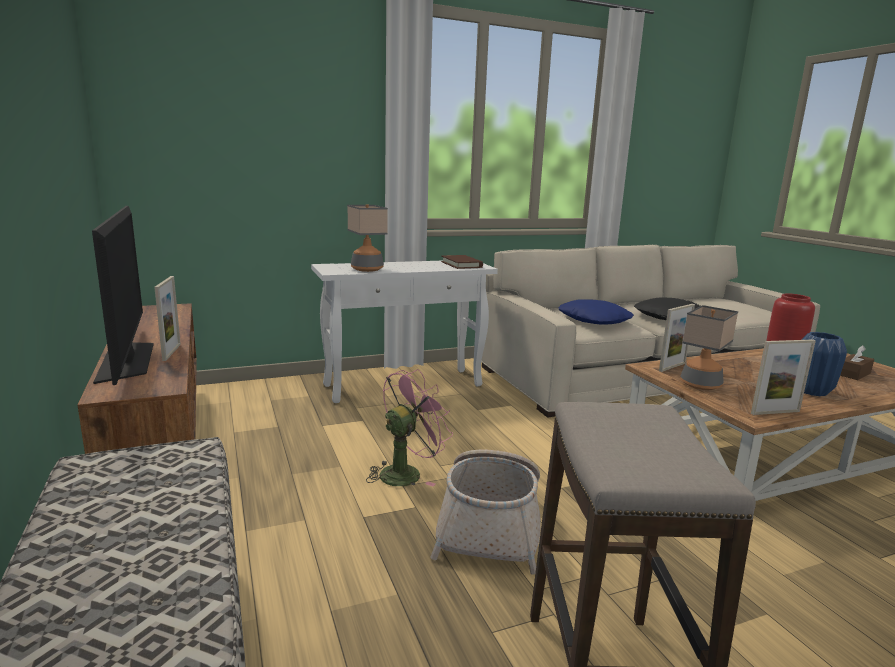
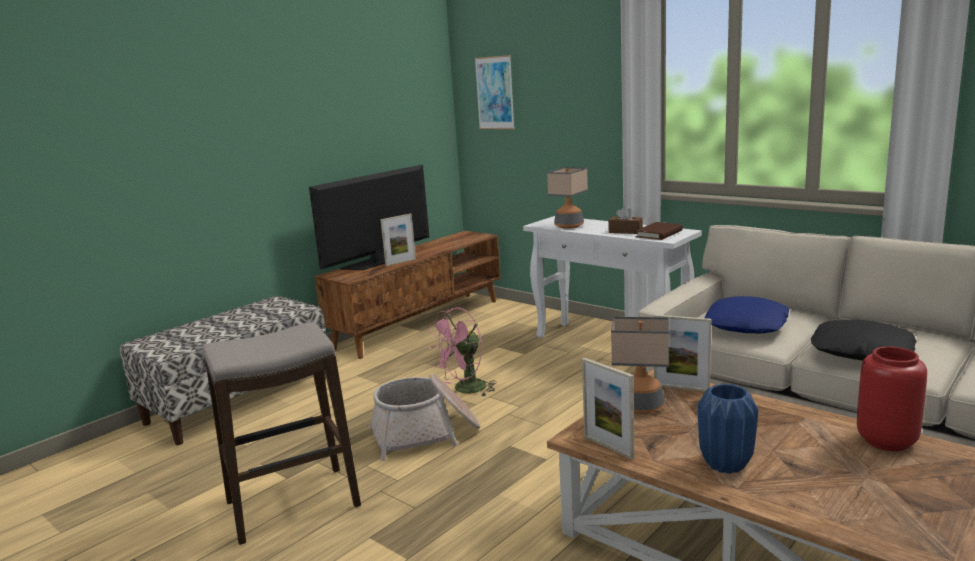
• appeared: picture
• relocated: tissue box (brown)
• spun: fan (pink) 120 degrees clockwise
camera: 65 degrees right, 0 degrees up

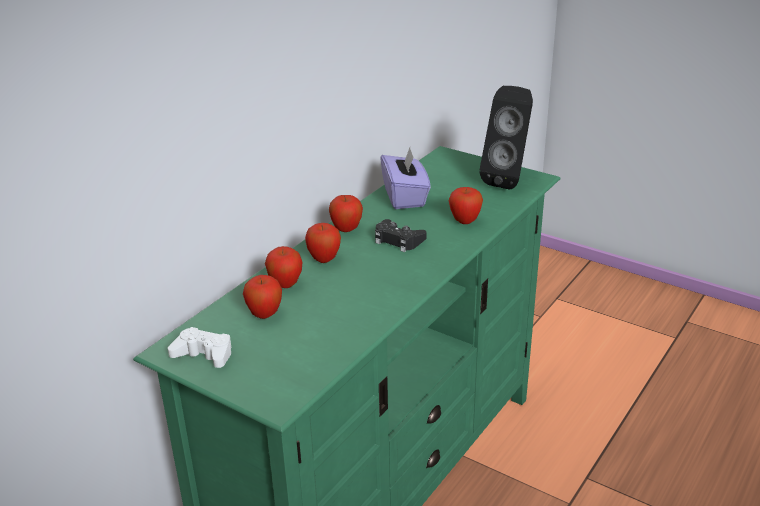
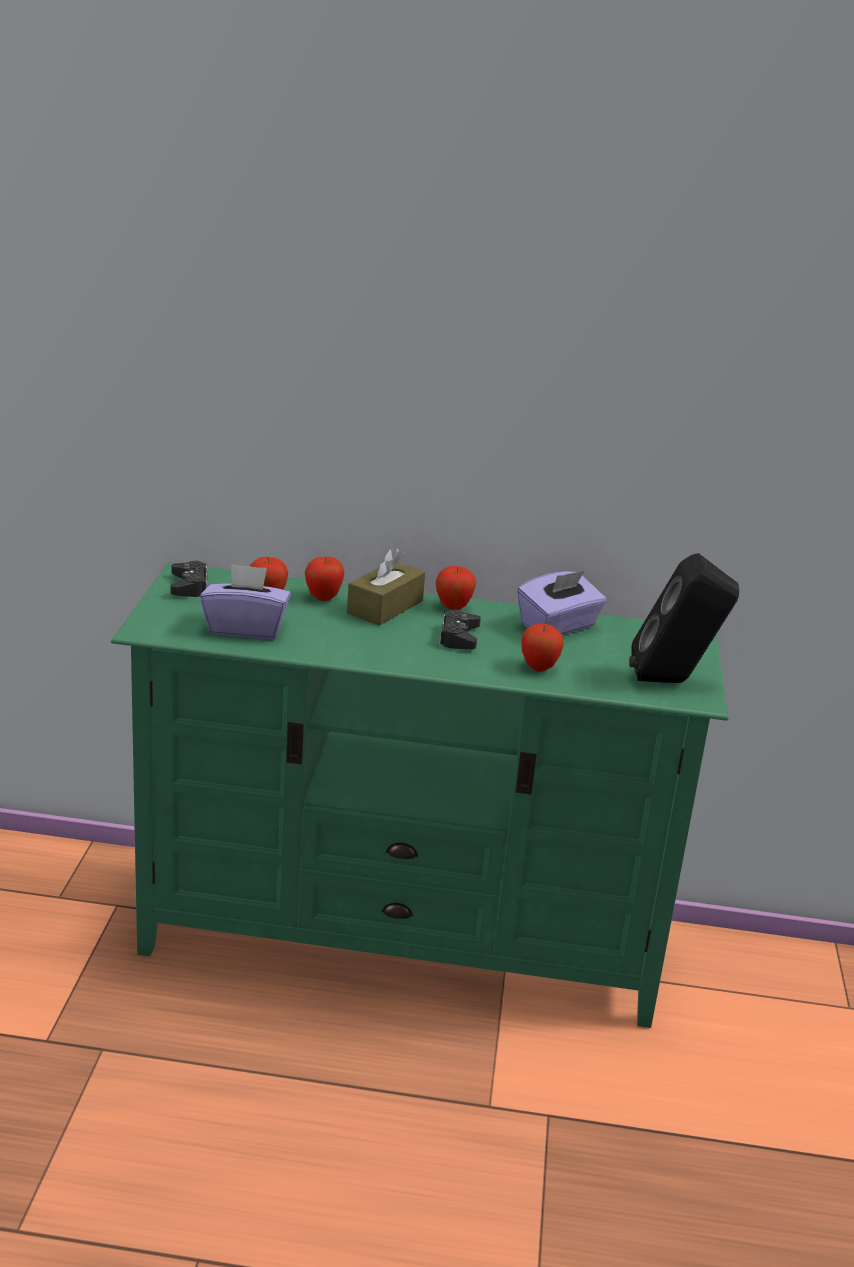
• appeared: tissue box (purple) (no. 1 from left)
• exchanged: apple (no. 3 from left) to tissue box (brown)
• colour: game controller (white) to game controller (black) (no. 1 from left)
camera: 60 degrees right, 5 degrees down

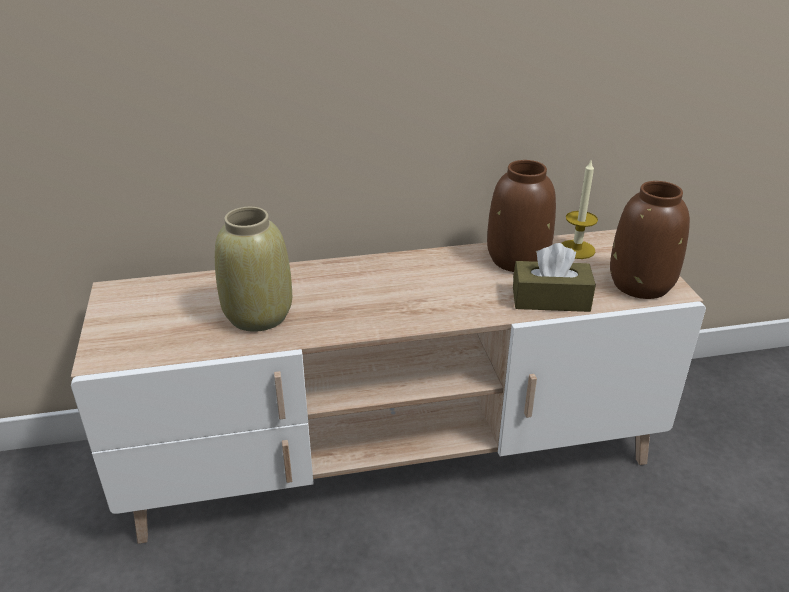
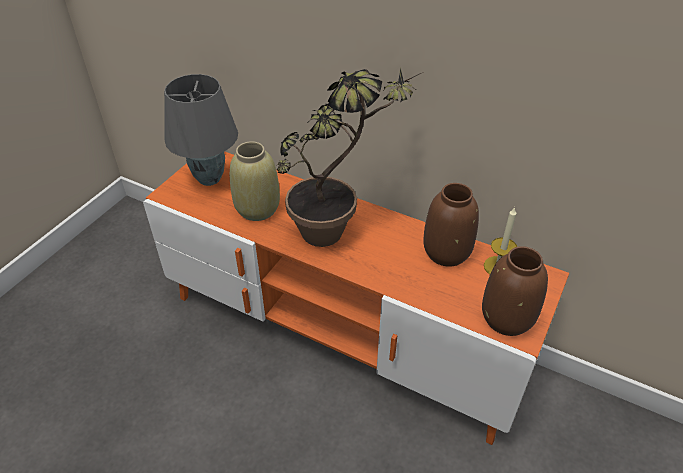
• missing: tissue box (brown)
• appeared: table lamp (grey)
• appeared: potted plant
• colour: tv stand (beige) to tv stand (orange)
camera: 40 degrees right, 10 degrees up

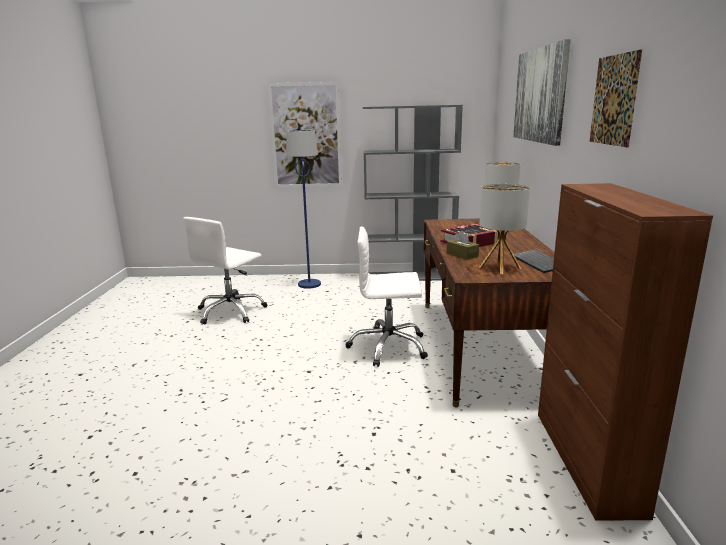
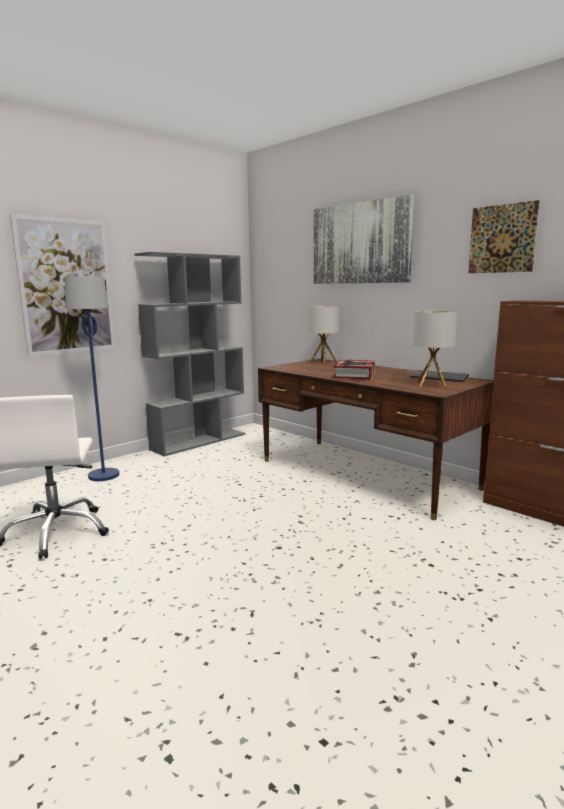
• missing: office chair (white) (no. 2 from left)
• missing: tissue box (brown)
camera: 45 degrees left, 5 degrees down

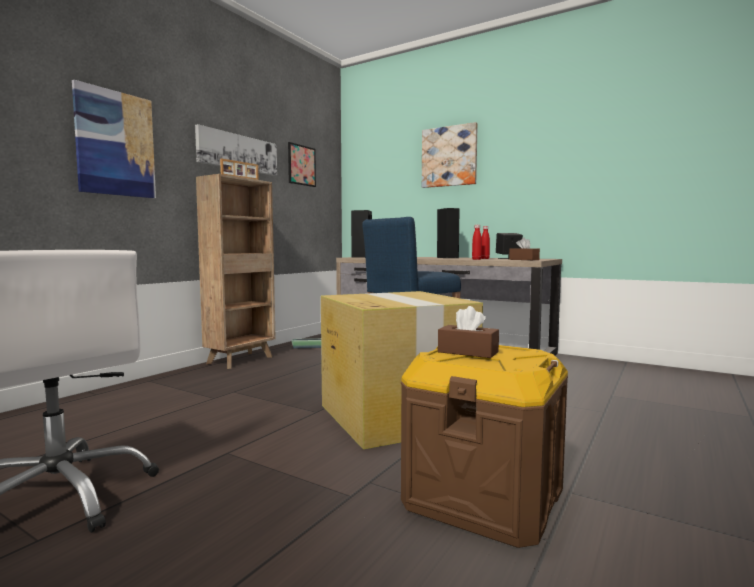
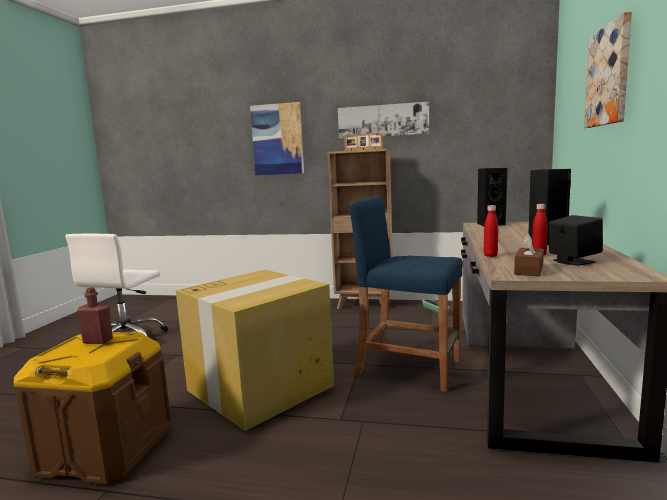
• missing: picture (no. 3 from left)
• exchanged: tissue box (brown) (no. 1 from left) to bottle (red) (no. 1 from left)
camera: 70 degrees right, 5 degrees up

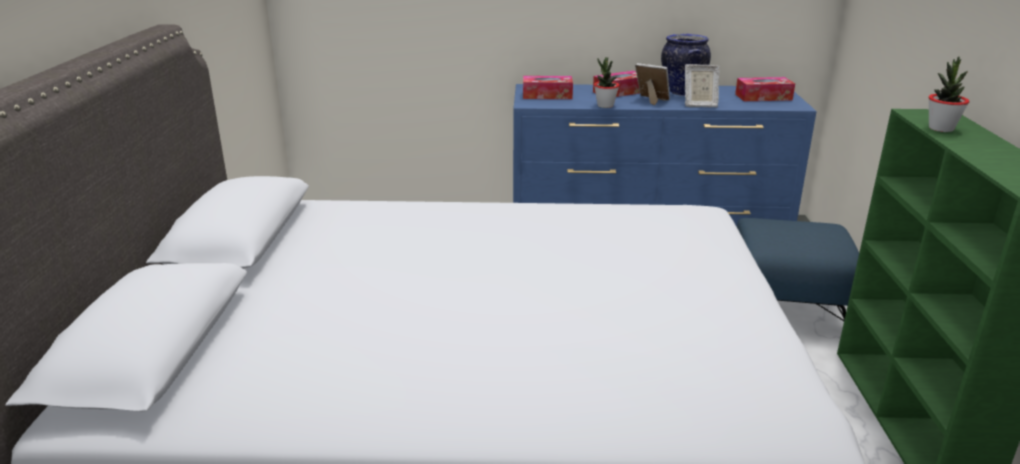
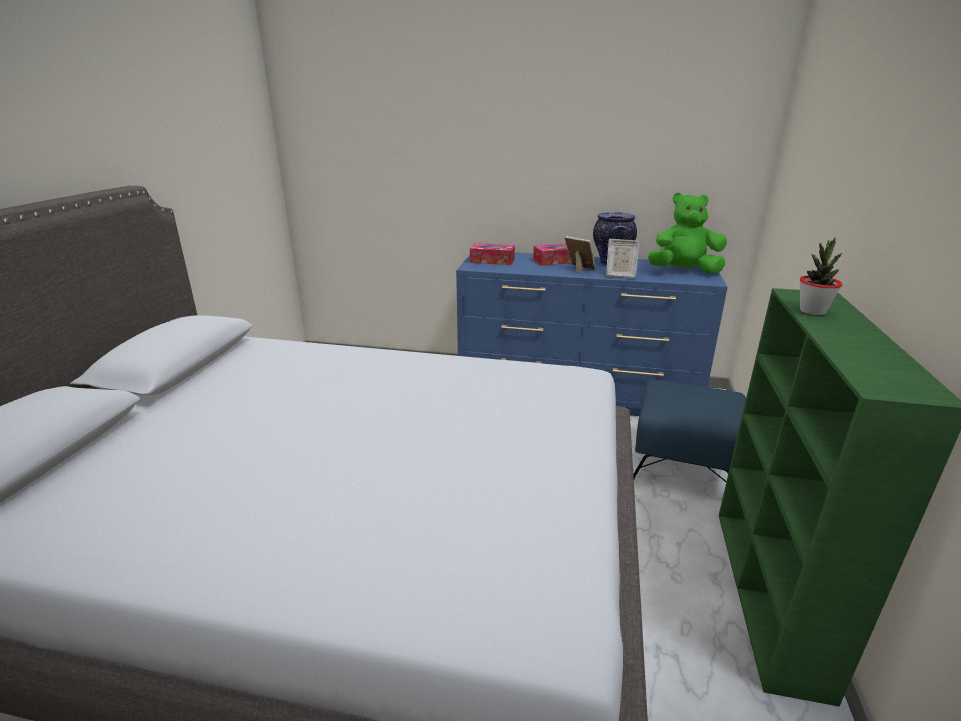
• missing: potted plant (no. 1 from left)
• exchanged: tissue box (no. 3 from left) to plush toy (green)
camera: 10 degrees right, 0 degrees up

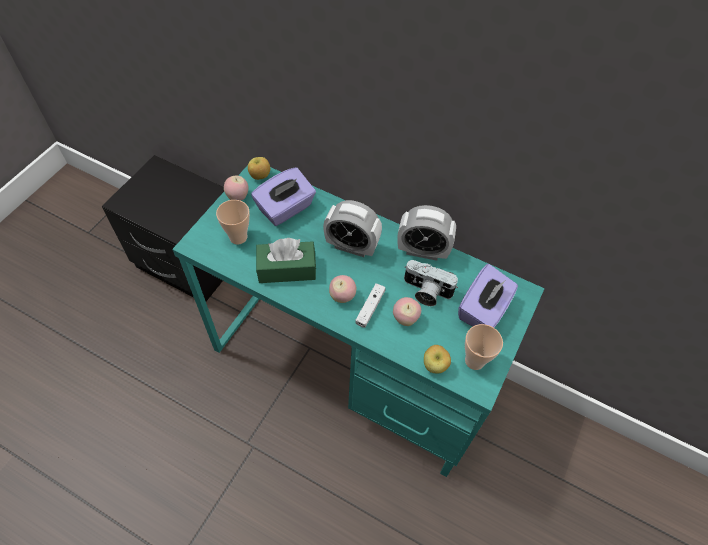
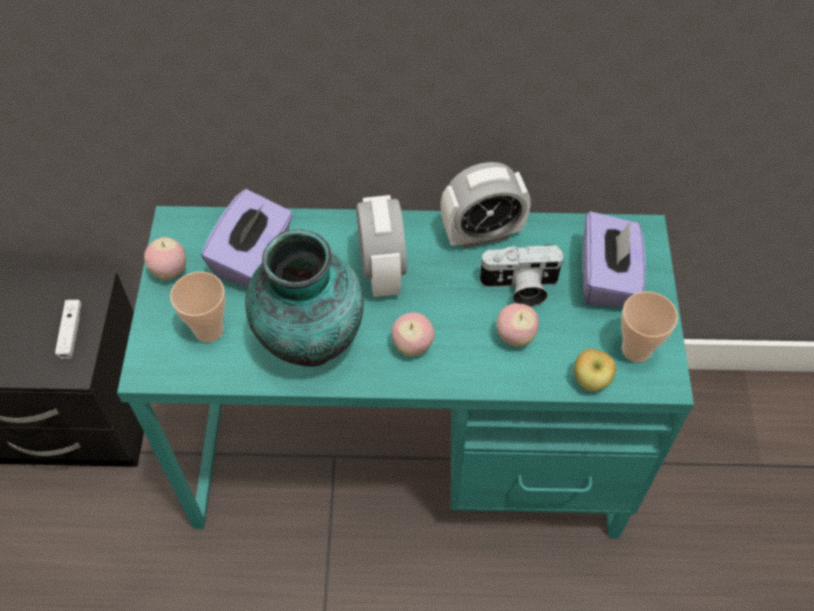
• missing: apple (no. 2 from left)
• relocated: game controller (white)
• exchanged: tissue box (green) to vase
• spun: alarm clock (no. 1 from left) 90 degrees counterclockwise
camera: 25 degrees left, 0 degrees up

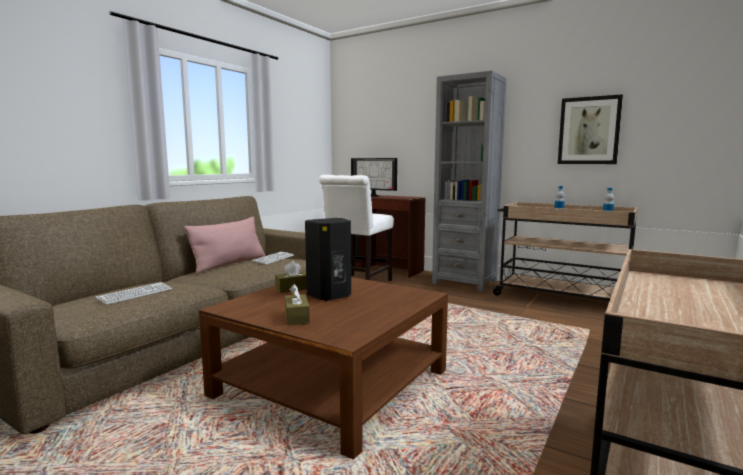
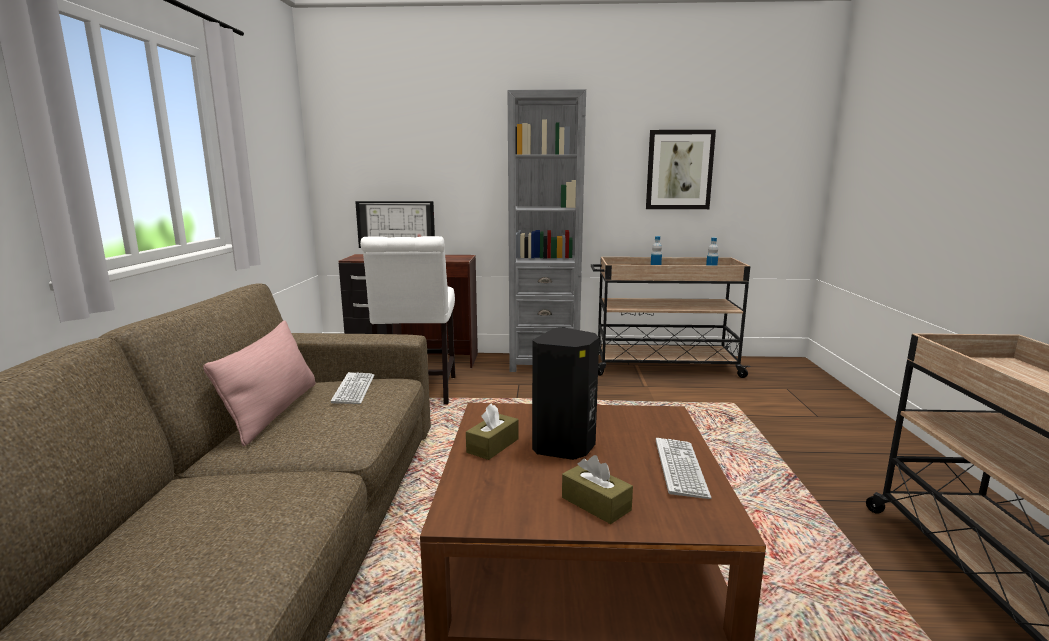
• relocated: keyboard (no. 1 from left in the first image) to keyboard (no. 2 from left)
camera: 30 degrees left, 5 degrees up

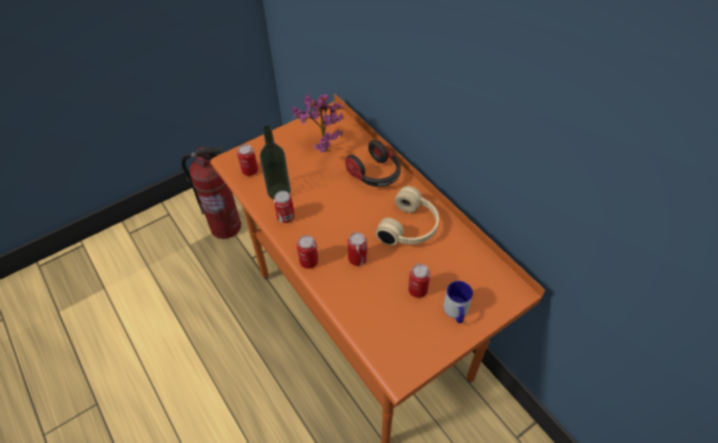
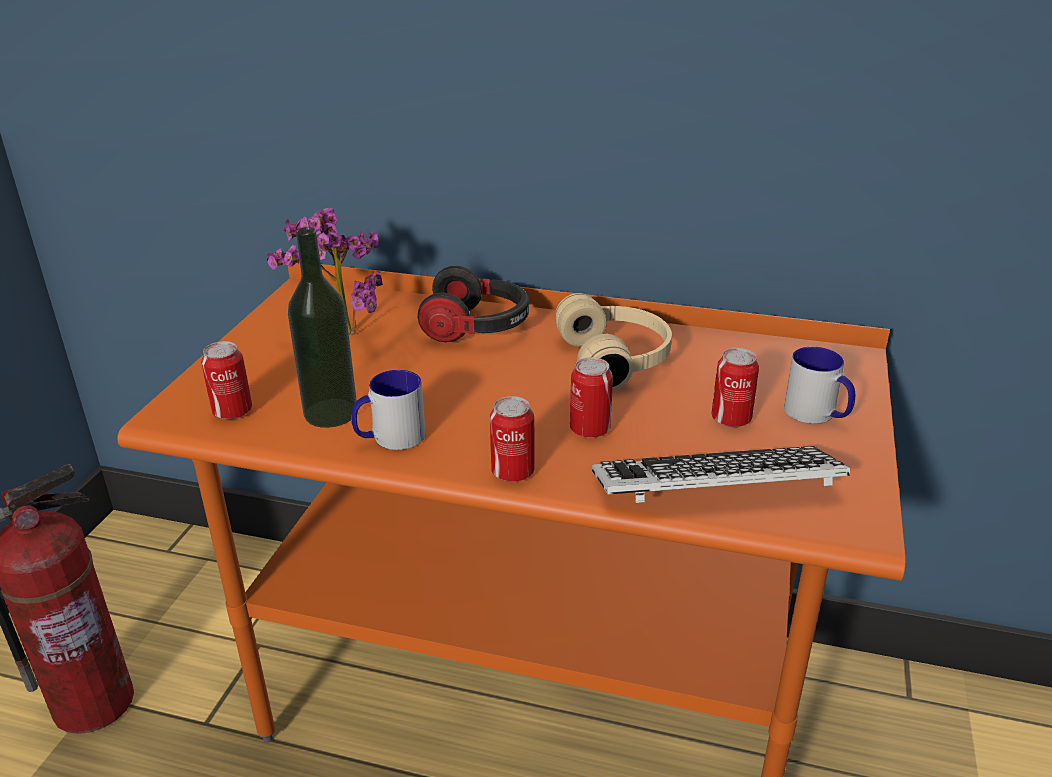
• appeared: keyboard
• exchanged: can (no. 2 from left) to mug (no. 1 from left)
camera: 40 degrees left, 20 degrees down

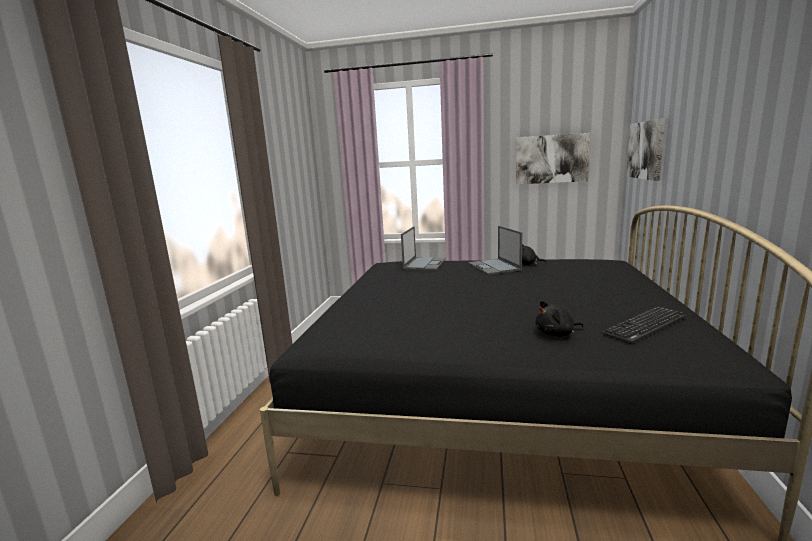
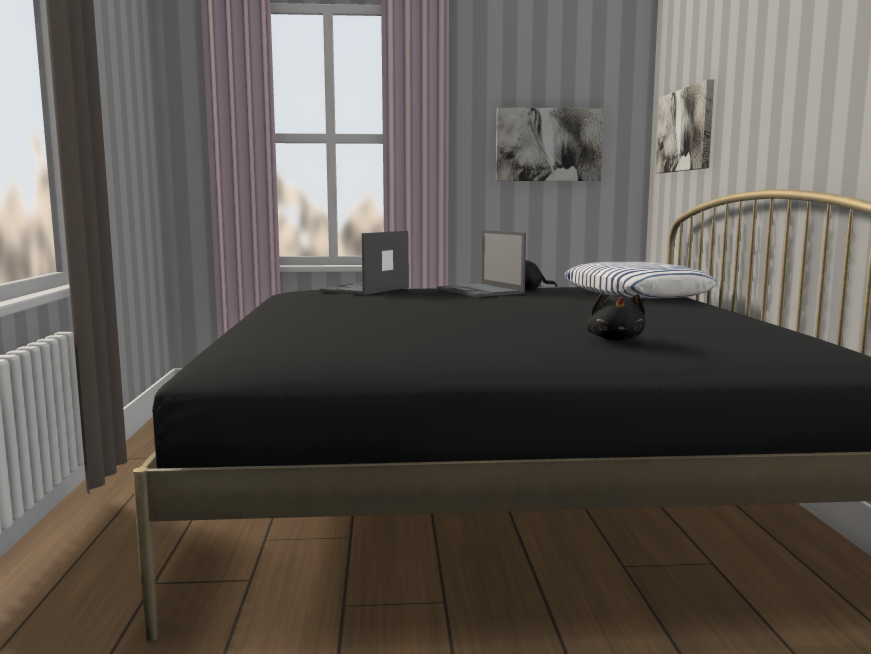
• missing: keyboard
• appeared: pillow
• spun: laptop (no. 1 from left) 150 degrees counterclockwise
• spun: plush toy (black) (no. 2 from left) 60 degrees counterclockwise
camera: 15 degrees left, 5 degrees down

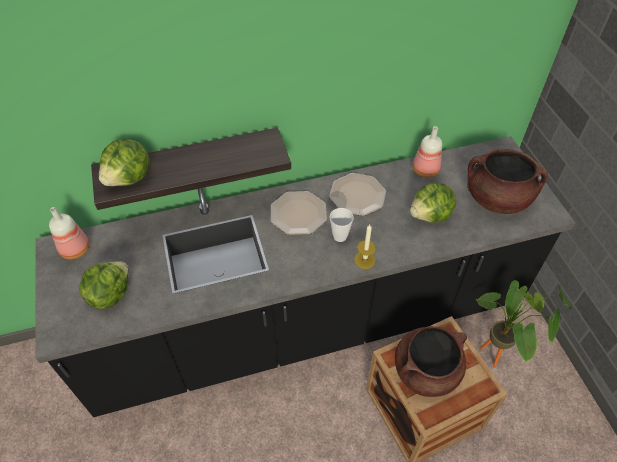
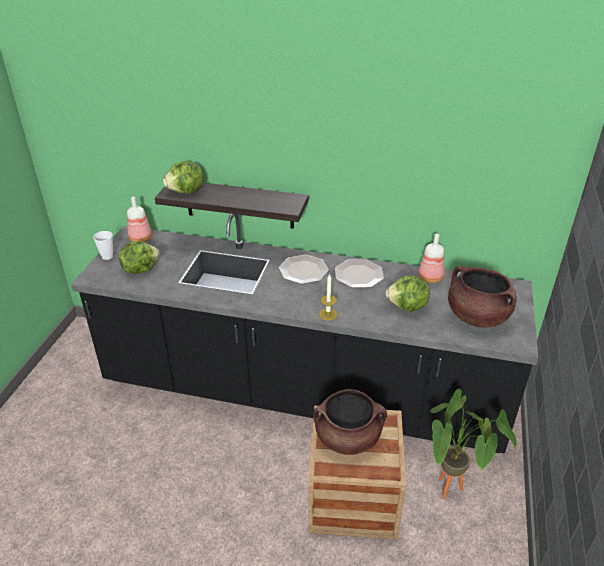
• relocated: cup
camera: 30 degrees right, 15 degrees down

